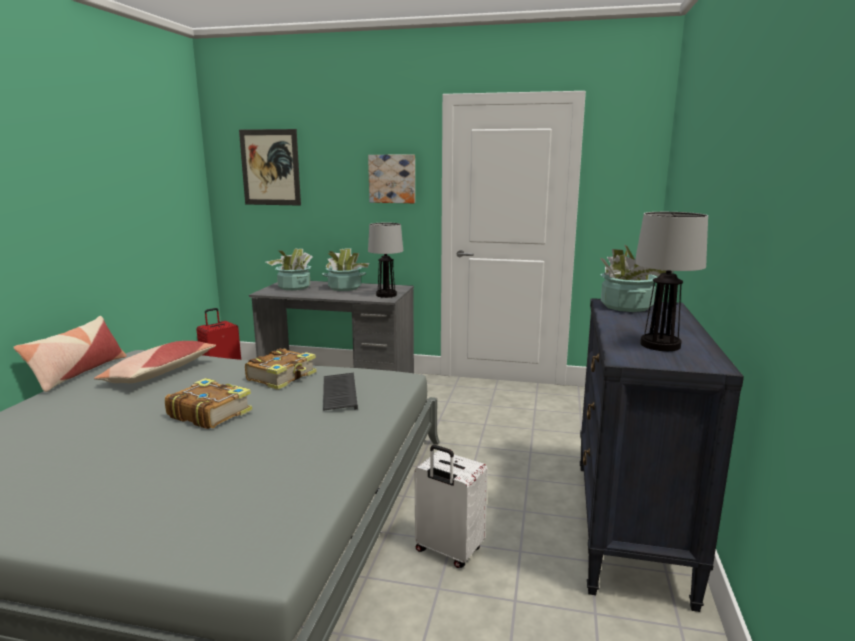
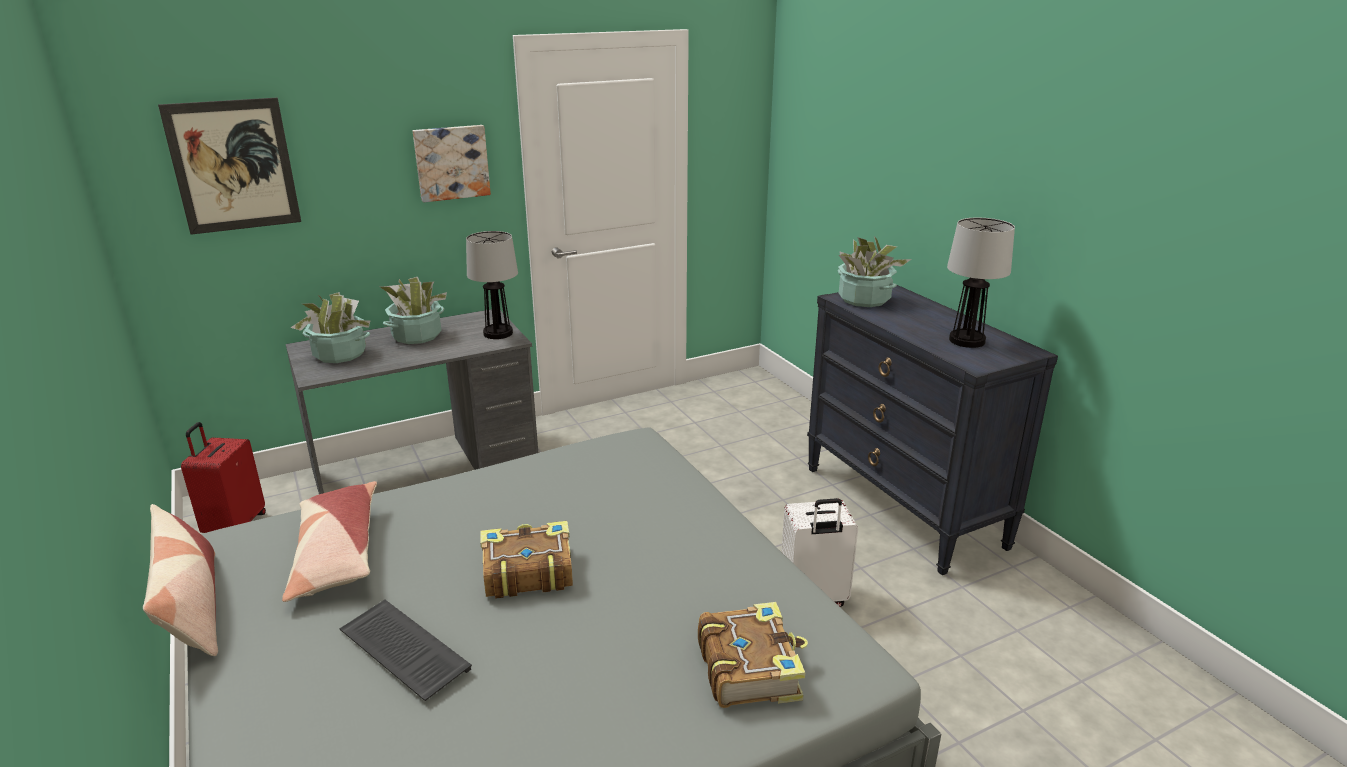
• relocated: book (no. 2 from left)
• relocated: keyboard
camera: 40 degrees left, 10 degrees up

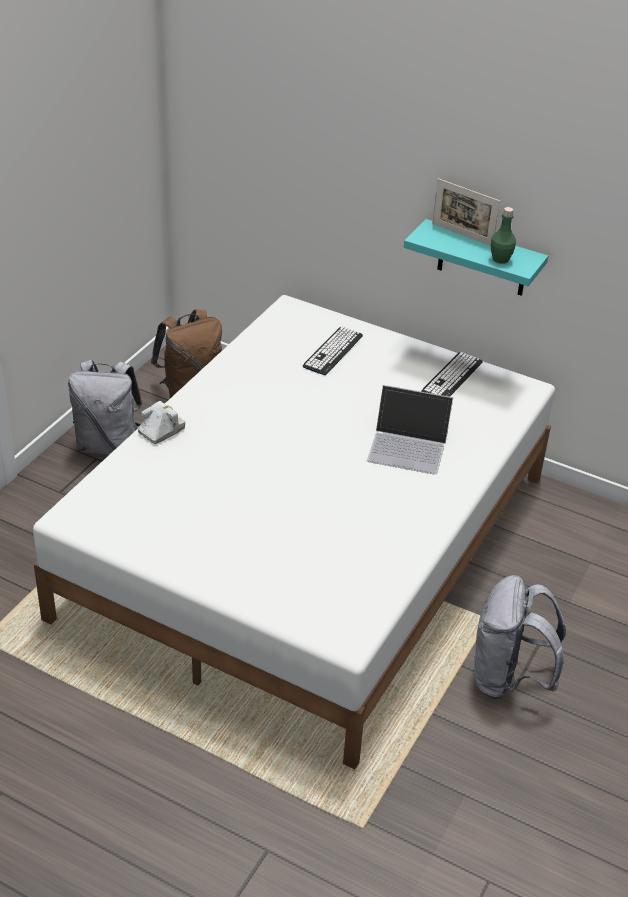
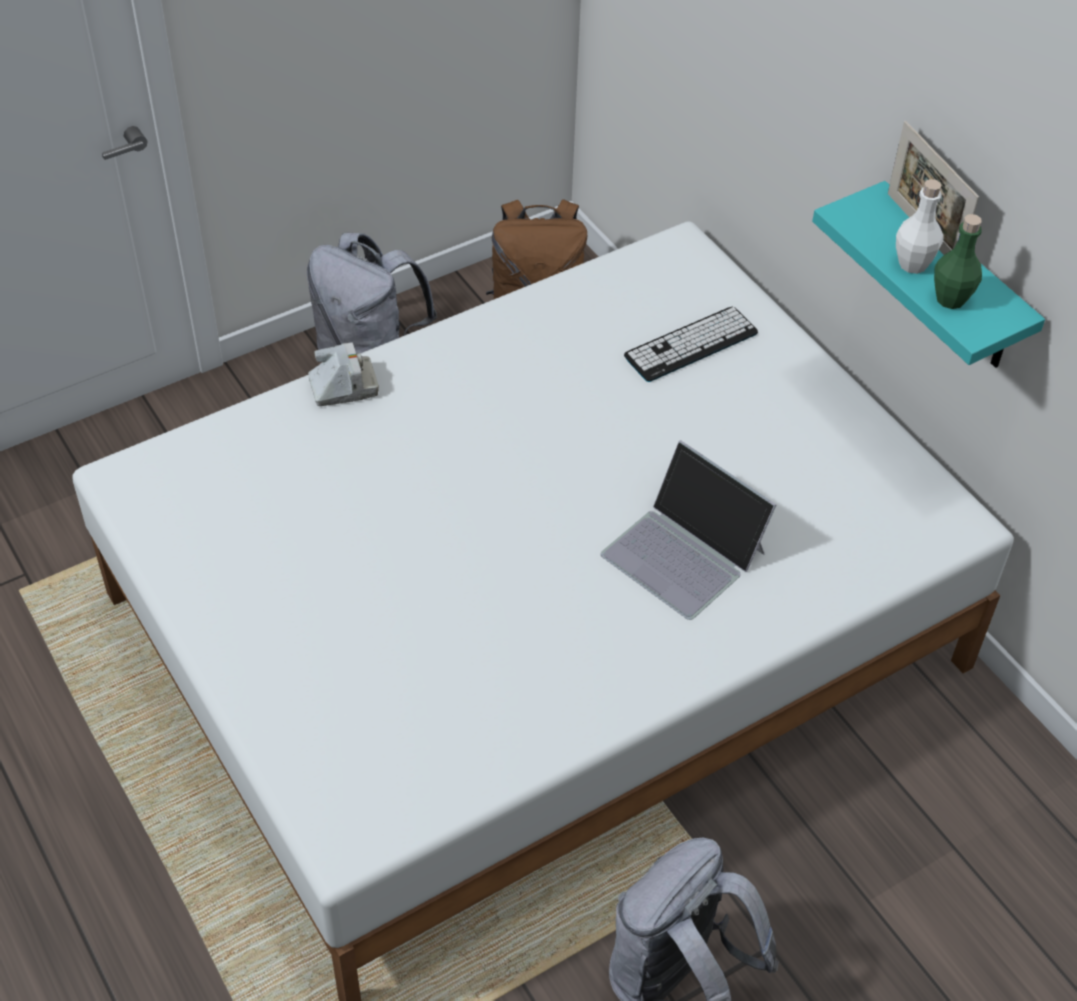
• missing: keyboard (no. 2 from left)
• appeared: bottle (white)
camera: 30 degrees right, 10 degrees up

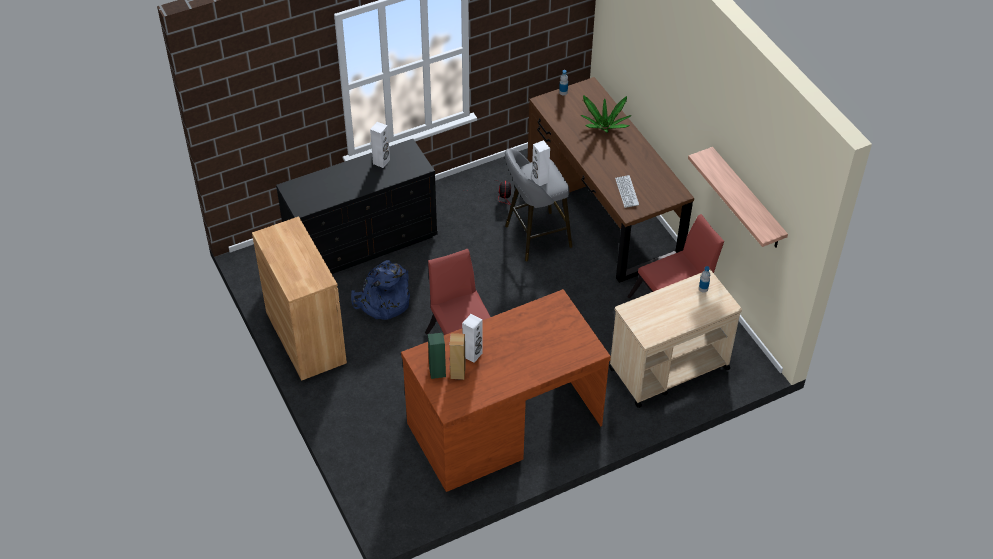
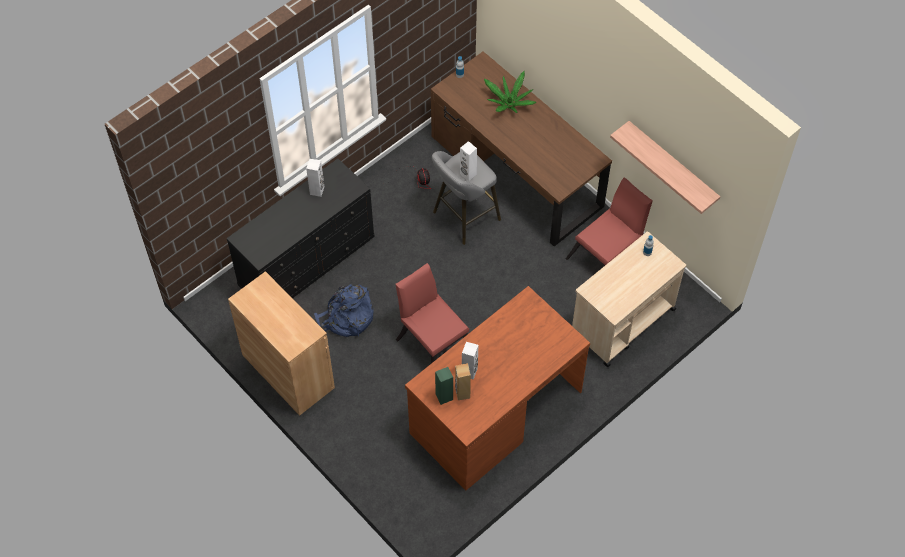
• missing: keyboard
camera: 15 degrees left, 10 degrees up

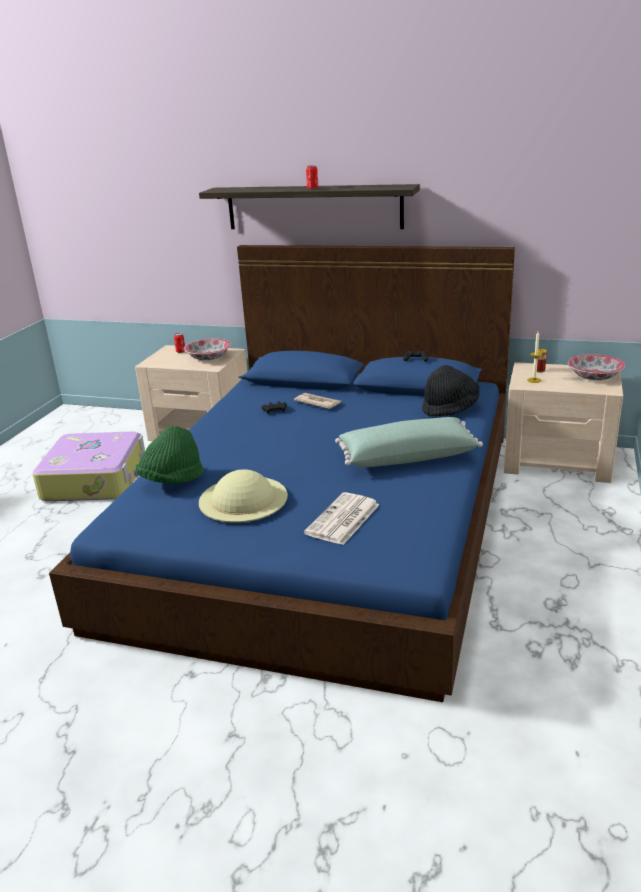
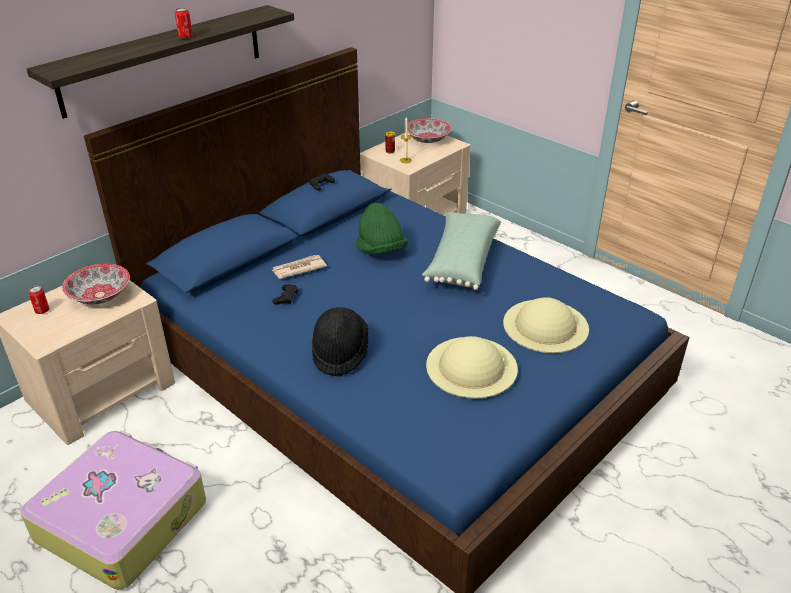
• relocated: hat (green)
• relocated: hat (black)
• exchanged: newspaper (no. 2 from left) to hat (beige) (no. 2 from left)
camera: 65 degrees left, 10 degrees up

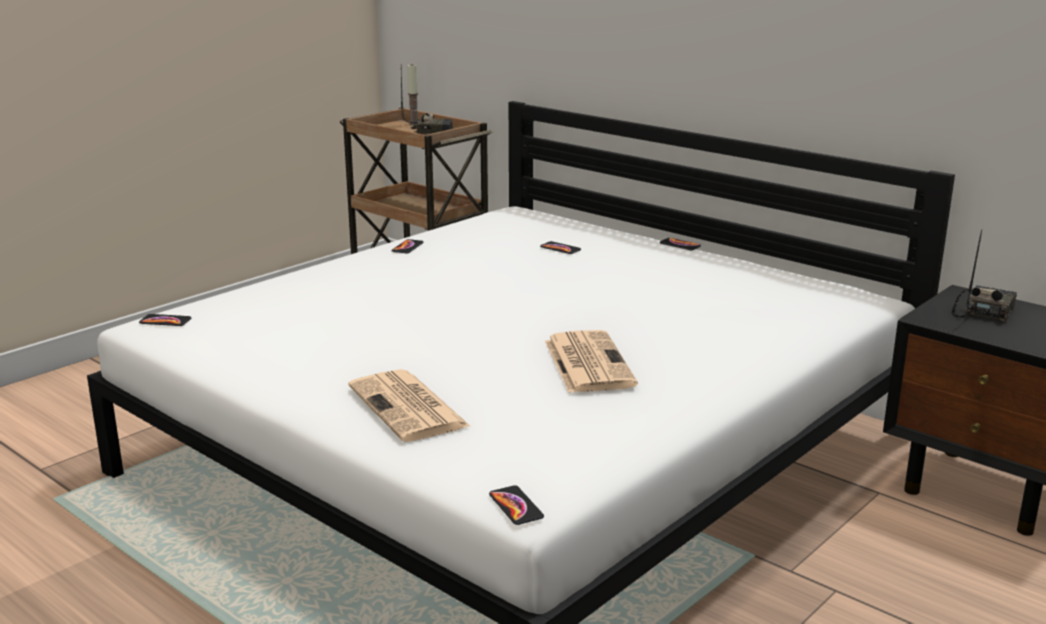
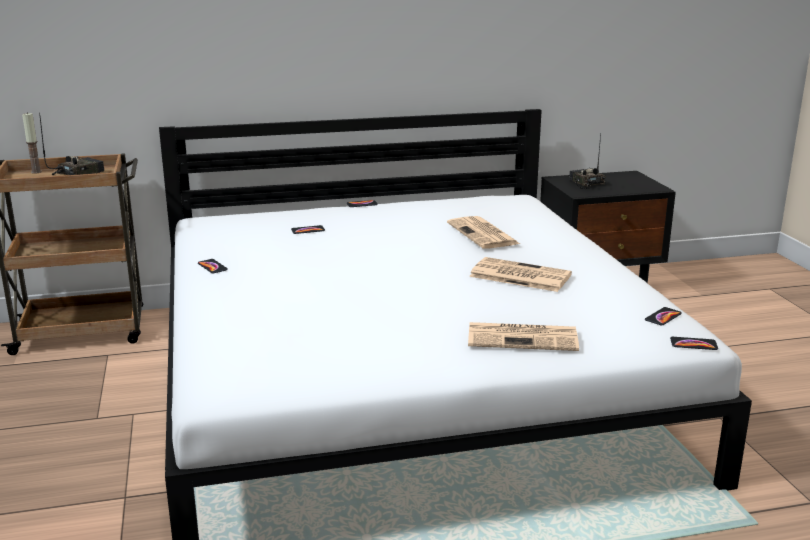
• appeared: newspaper (no. 1 from left)
• relocated: phone (no. 1 from left in the first image) to phone (no. 4 from left)
camera: 55 degrees left, 0 degrees up

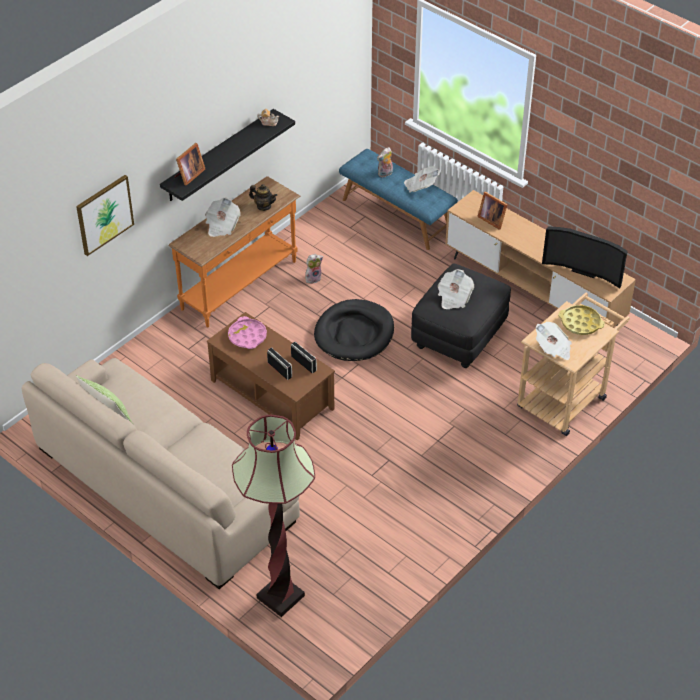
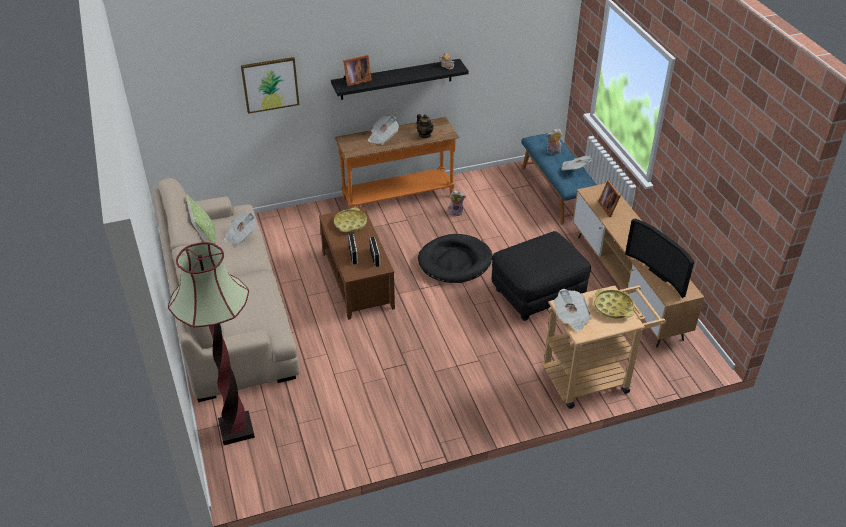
• relocated: newspaper (no. 3 from left in the first image) to newspaper (no. 1 from left)
• colour: tray (pink) to tray (yellow) (no. 1 from left)
camera: 30 degrees right, 5 degrees down

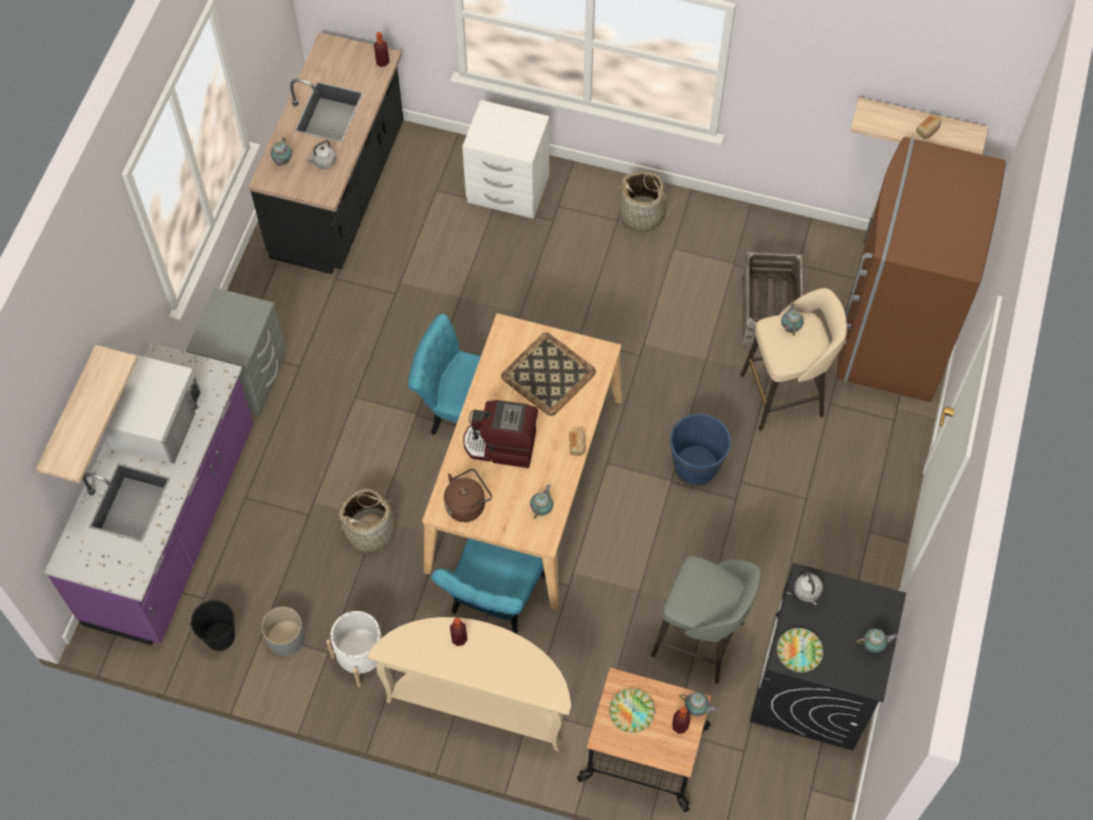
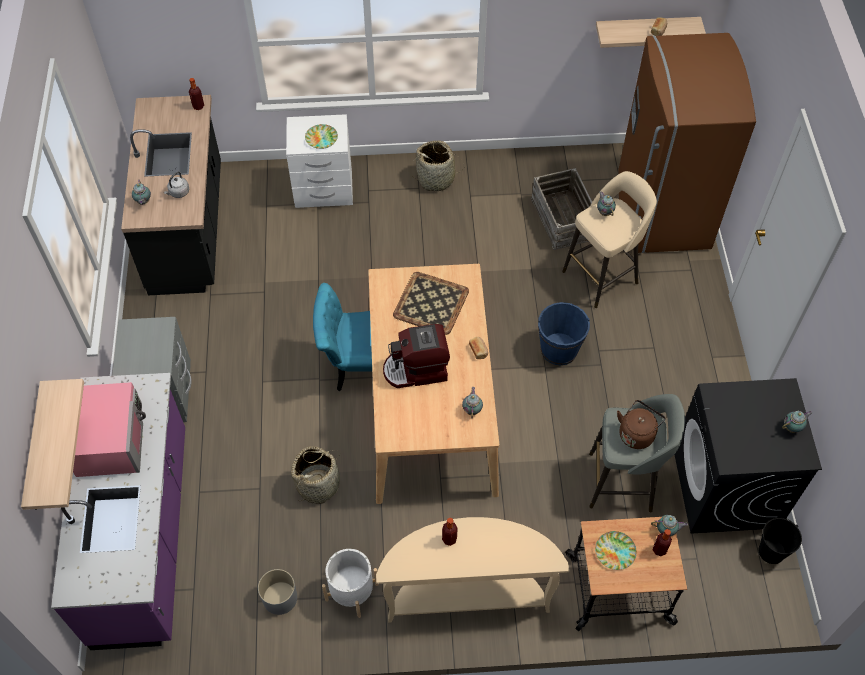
• missing: chair (turquoise) (no. 2 from left)
• missing: kettle (grey) (no. 2 from left)
• relocated: bucket (black)
• relocated: kettle (brown)
• relocated: plate (no. 2 from left in the first image) to plate (no. 1 from left)
• colour: microwave (white) to microwave (pink)
camera: 20 degrees left, 5 degrees down

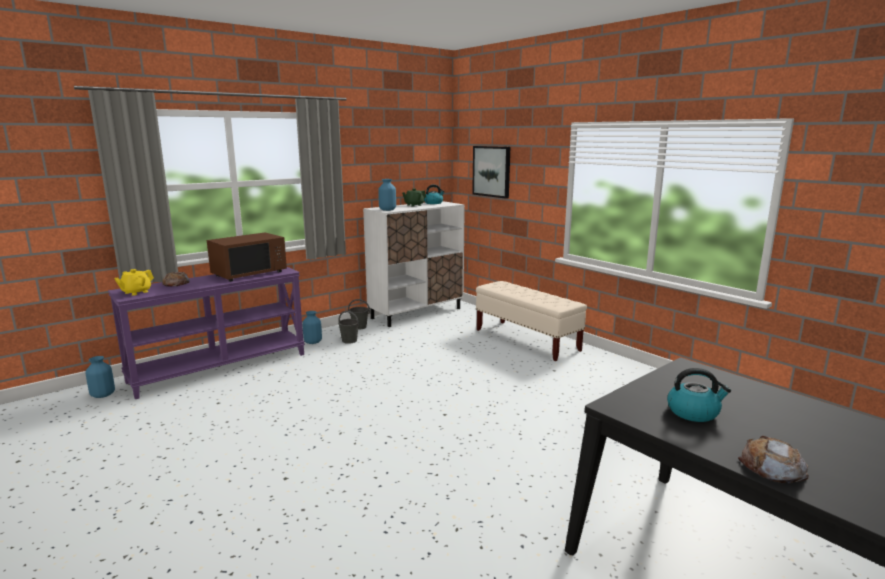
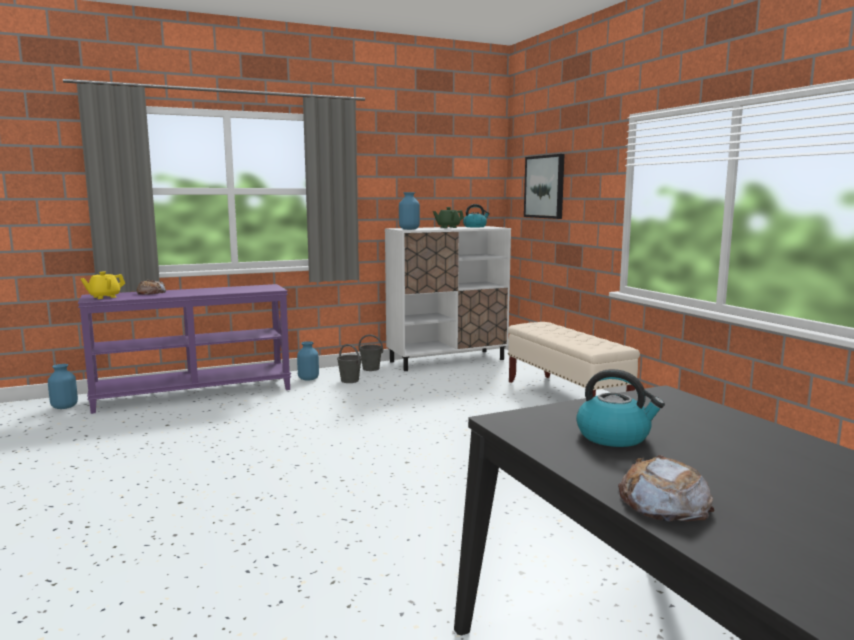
• missing: microwave (brown)
camera: 15 degrees right, 5 degrees down

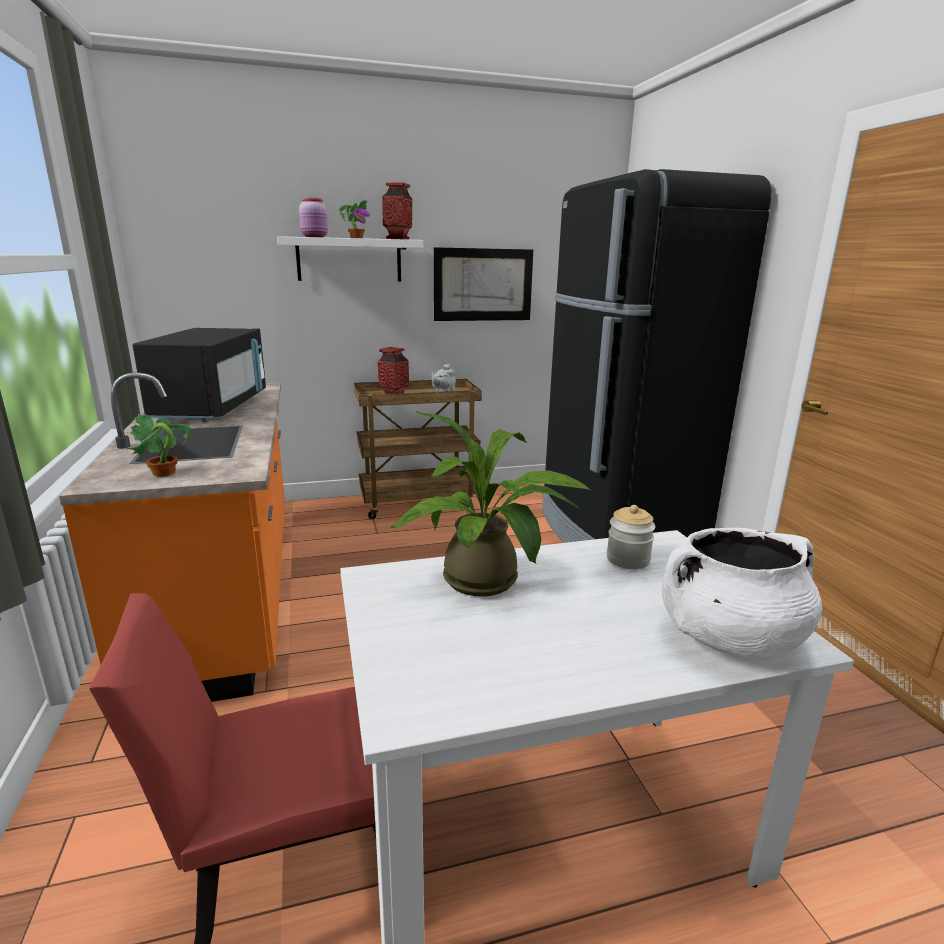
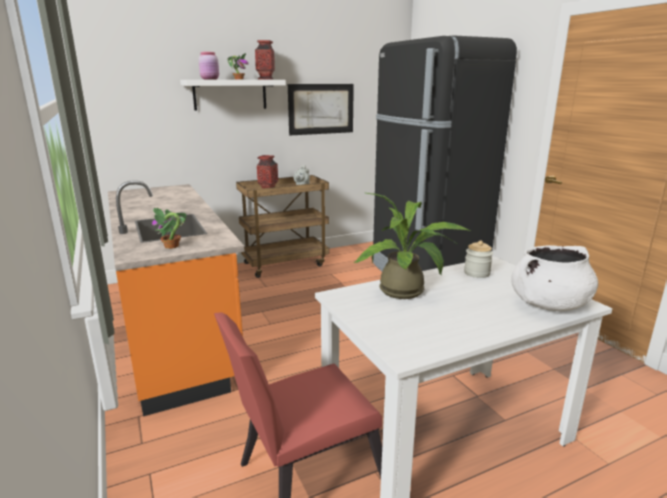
• missing: microwave (black)
camera: 10 degrees left, 0 degrees up

